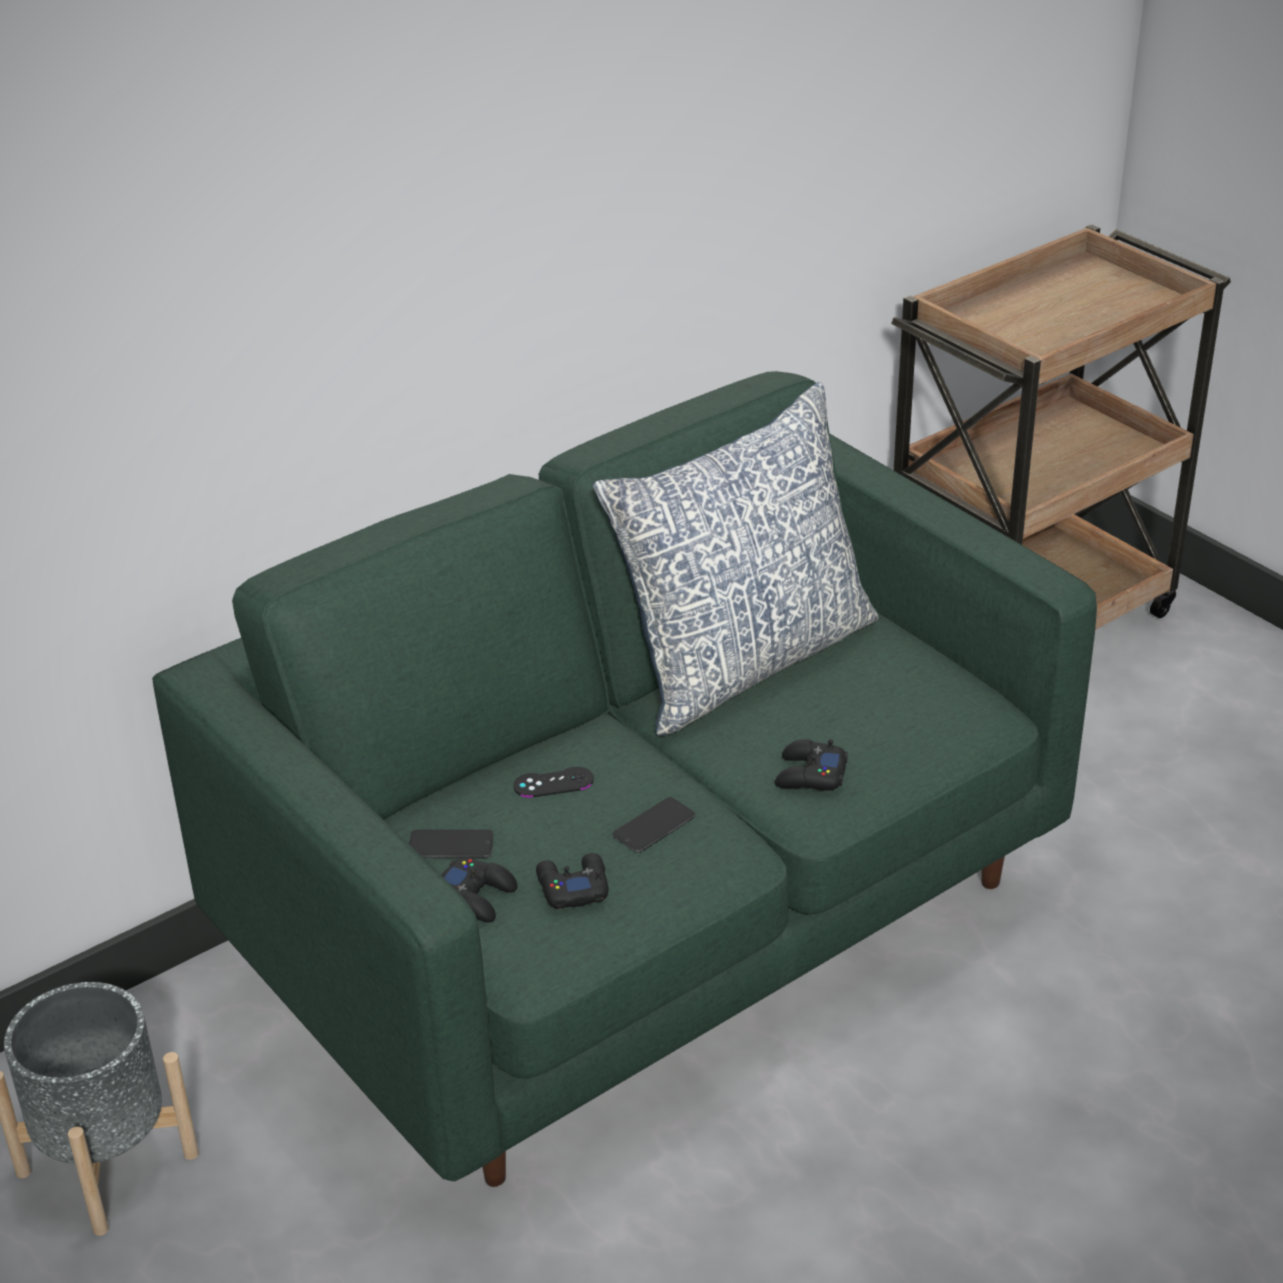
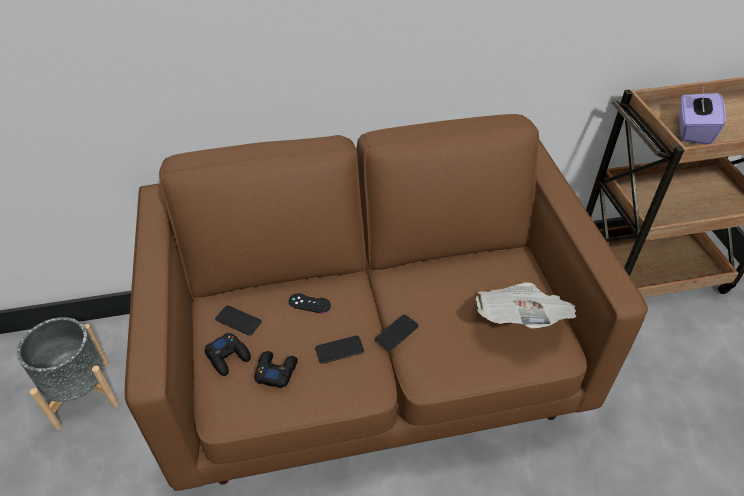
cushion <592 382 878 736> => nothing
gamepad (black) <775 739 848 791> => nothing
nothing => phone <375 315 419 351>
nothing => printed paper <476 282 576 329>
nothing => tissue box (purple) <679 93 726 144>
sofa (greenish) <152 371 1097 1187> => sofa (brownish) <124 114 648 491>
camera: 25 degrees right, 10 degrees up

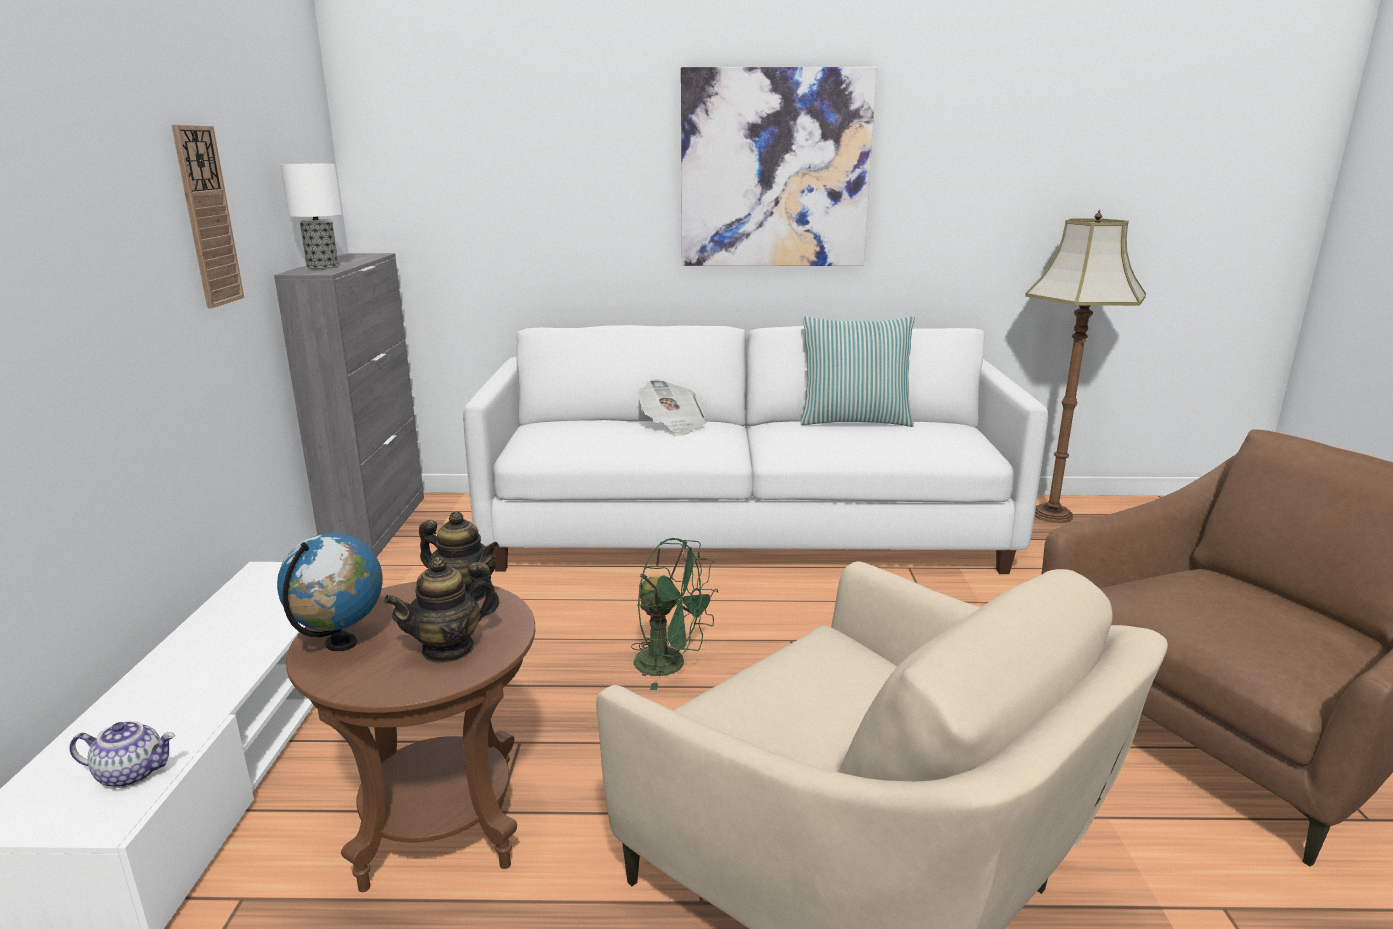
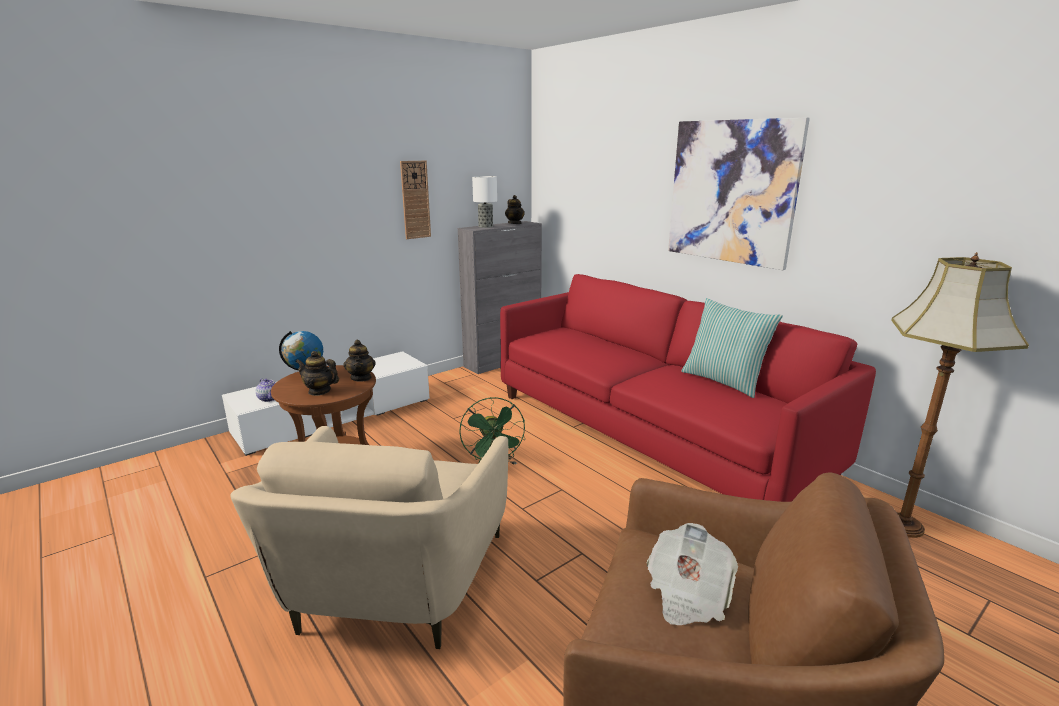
nothing => tea pot <505 195 525 224>
printed paper <638 379 707 436> => printed paper <647 523 738 625>, relocated
sofa (white-coloured) <463 325 1048 574> => sofa (red) <500 274 876 502>
camera: 50 degrees right, 0 degrees up

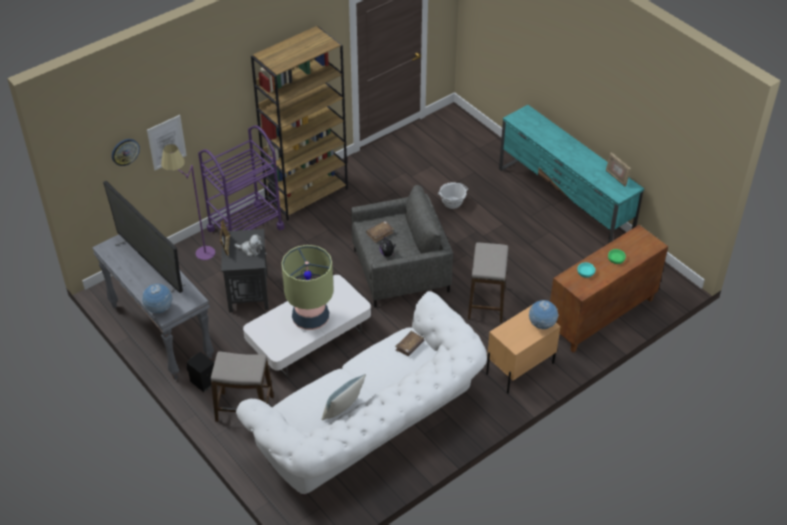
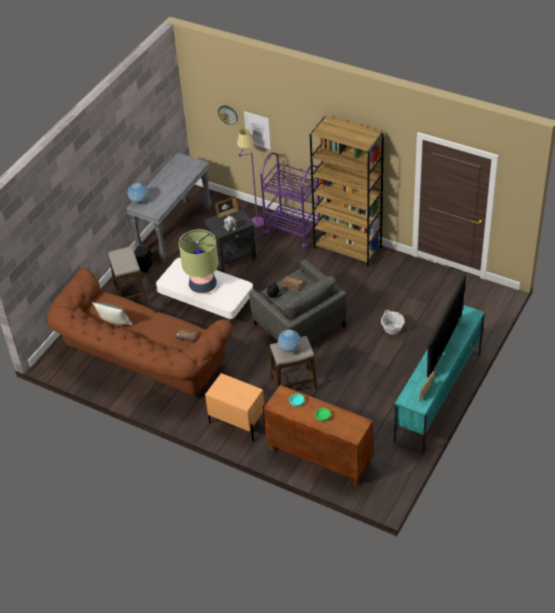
TV <103 181 185 293> => TV <422 274 466 377>, relocated
globe <529 300 559 329> => globe <278 329 301 352>, relocated
sofa (white-coloured) <236 291 487 496> => sofa (brownish) <47 268 233 398>
camera: 70 degrees right, 0 degrees up

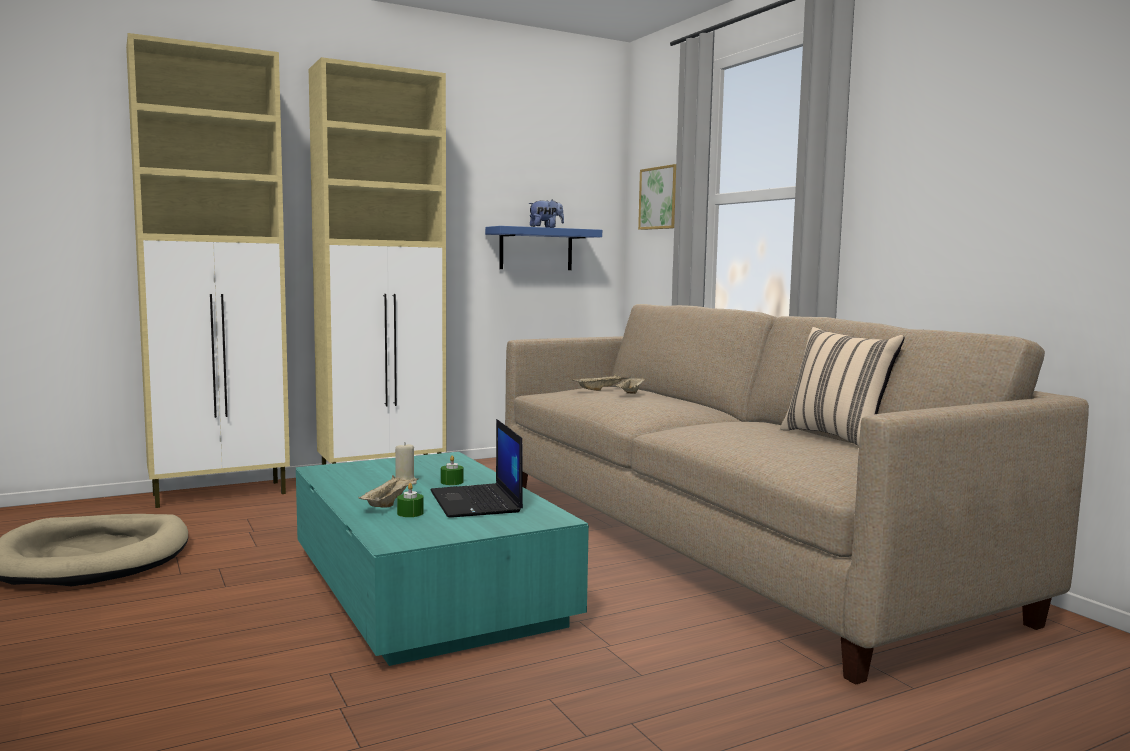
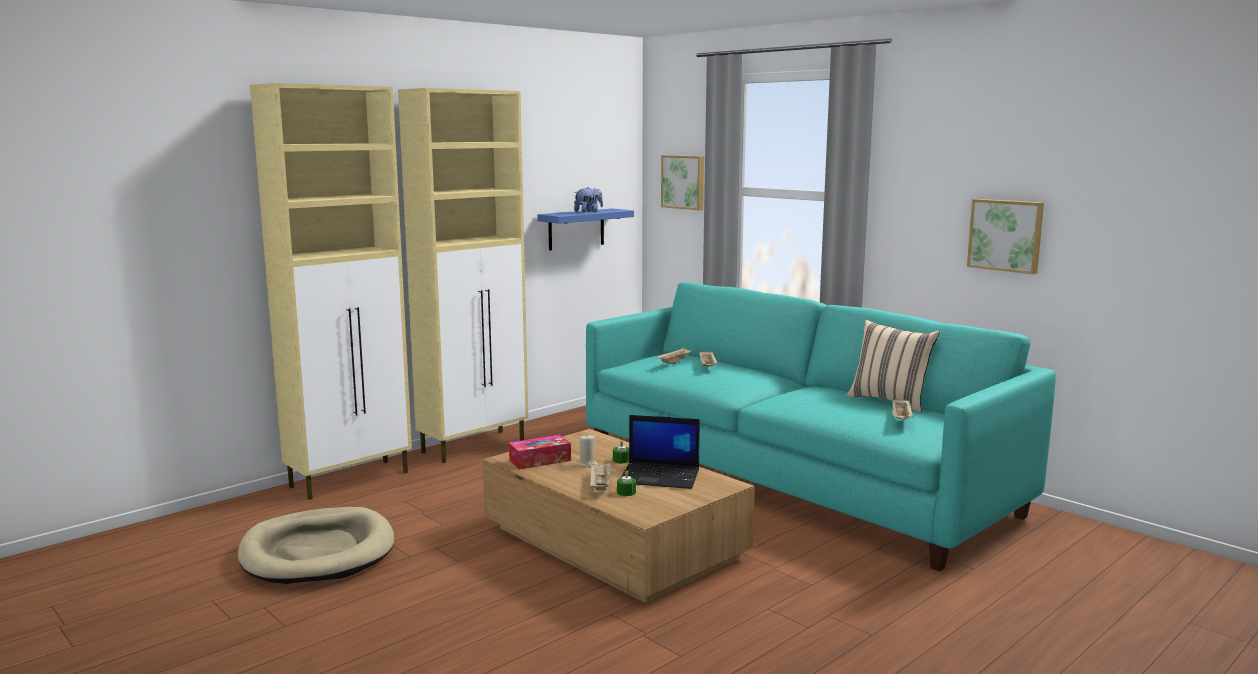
nothing => tissue box <509 435 571 470>
nothing => carrying tray (sand-coloured) <893 398 914 419>
nothing => wall art <967 199 1044 274>
coffee table (blue-green) <295 452 589 666> => coffee table (brownish) <482 429 755 603>
sofa (sand-coloured) <505 304 1089 685> => sofa (blue-green) <586 282 1056 572>
portable computer <430 419 523 518> => portable computer <621 415 700 489>, 45 degrees counterclockwise
camera: 15 degrees left, 5 degrees up

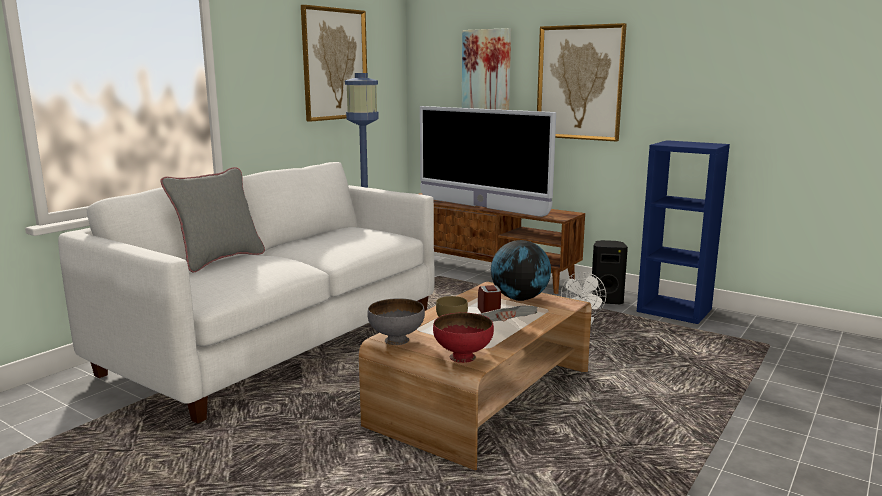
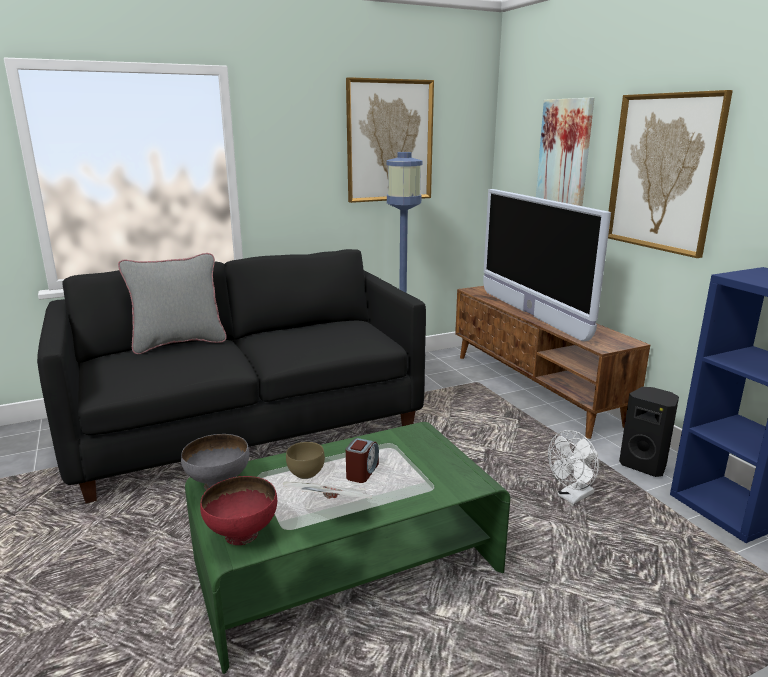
globe <491 240 551 301> => nothing
sofa (white-coloured) <58 162 435 424> => sofa (black) <37 249 426 503>
coffee table (brownish) <359 282 591 470> => coffee table (greenish) <185 422 510 674>
camera: 30 degrees right, 5 degrees up

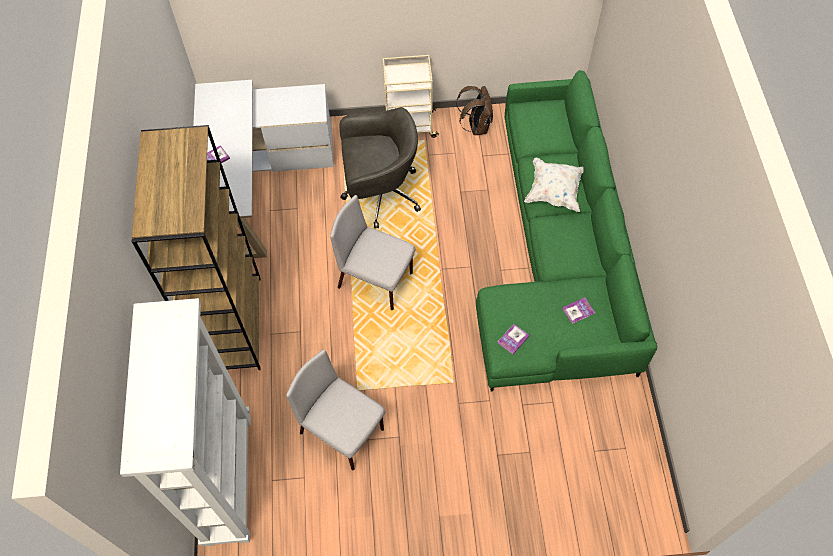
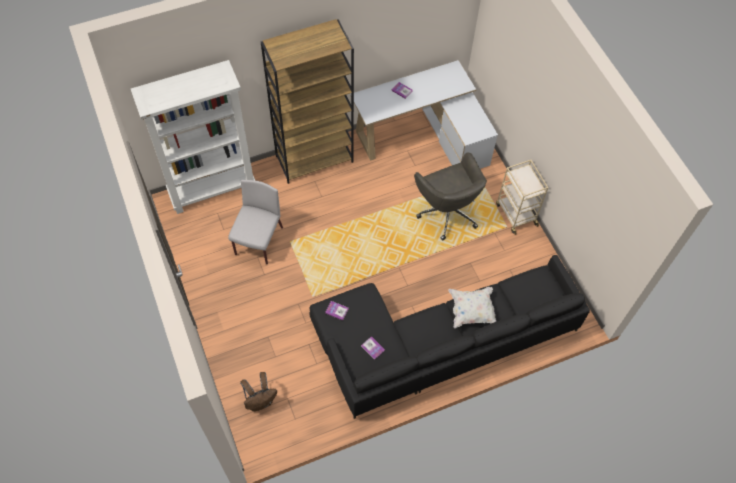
plain chair (greyish) <330 195 415 310> => nothing
backpack (brownish) <456 86 493 135> => backpack (brownish) <240 372 277 411>, relocated
sofa (greenish) <476 70 657 392> => sofa (black) <309 255 590 419>
camera: 70 degrees right, 0 degrees up

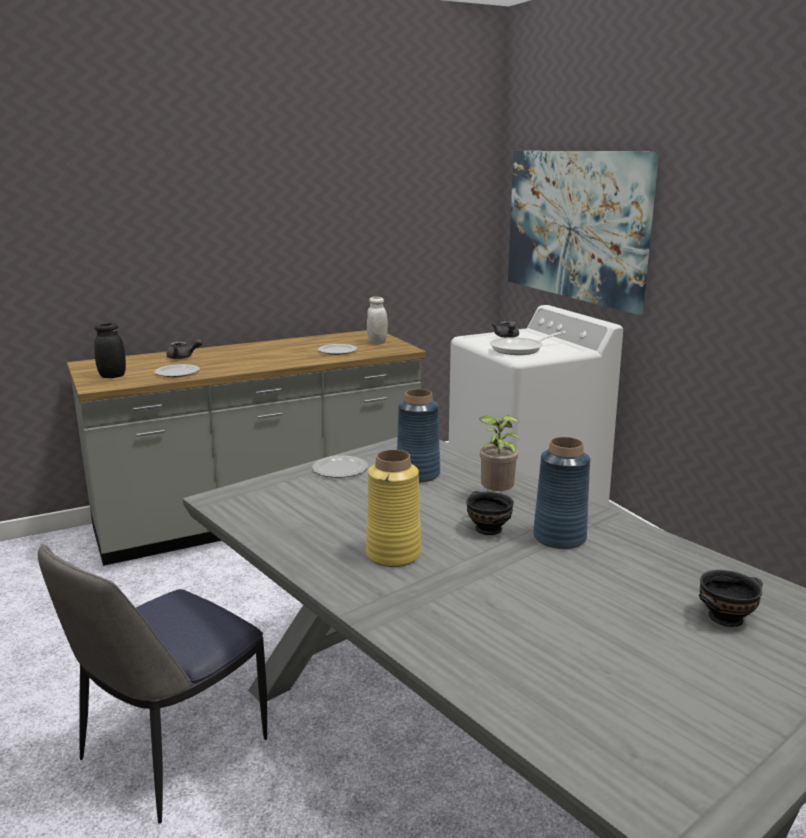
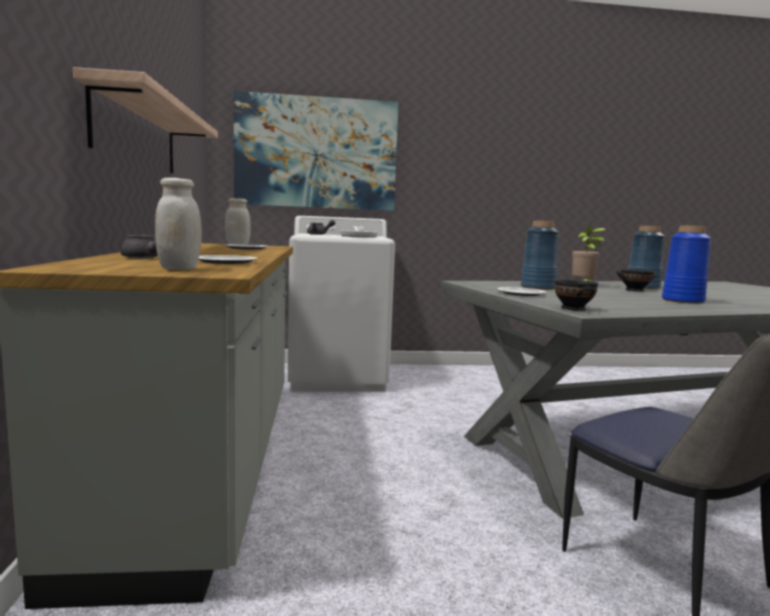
nothing => bracket shelf <73 67 218 173>
bowl (black) <699 570 763 627> => bowl (black) <554 279 598 311>, relocated
storage jar (black) <94 323 126 378> => storage jar (white-coloured) <155 178 202 270>
flower vase (yellow) <366 450 421 567> => flower vase (blue) <662 225 711 304>
camera: 70 degrees left, 10 degrees down

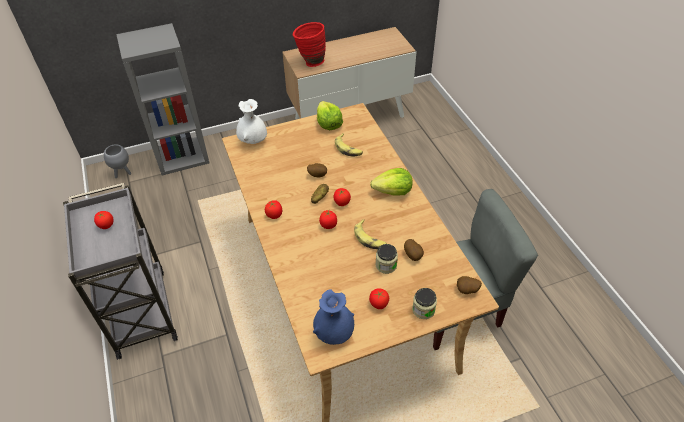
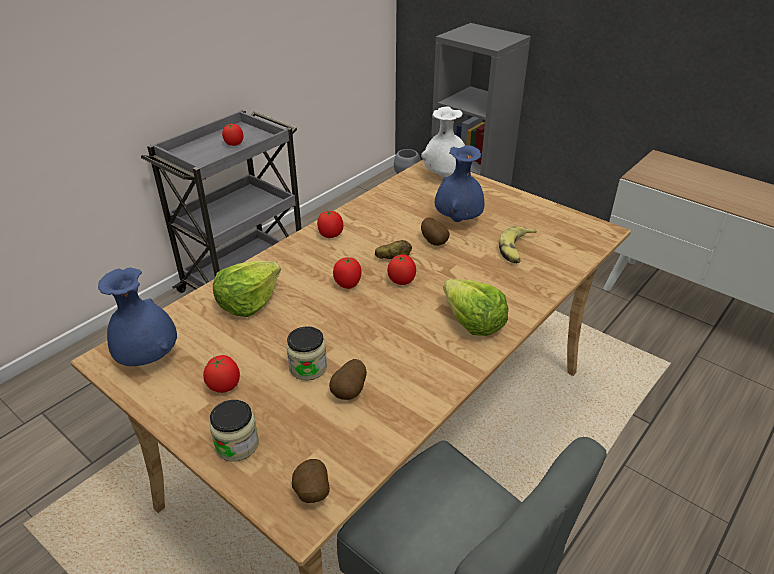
flower vase (red) <293 22 326 67> => nothing
banana <354 219 387 249> => nothing
nothing => flower vase (blue) <434 145 485 222>
head of lettuce <317 101 343 130> => head of lettuce <213 261 281 317>, relocated
camera: 60 degrees right, 10 degrees down

